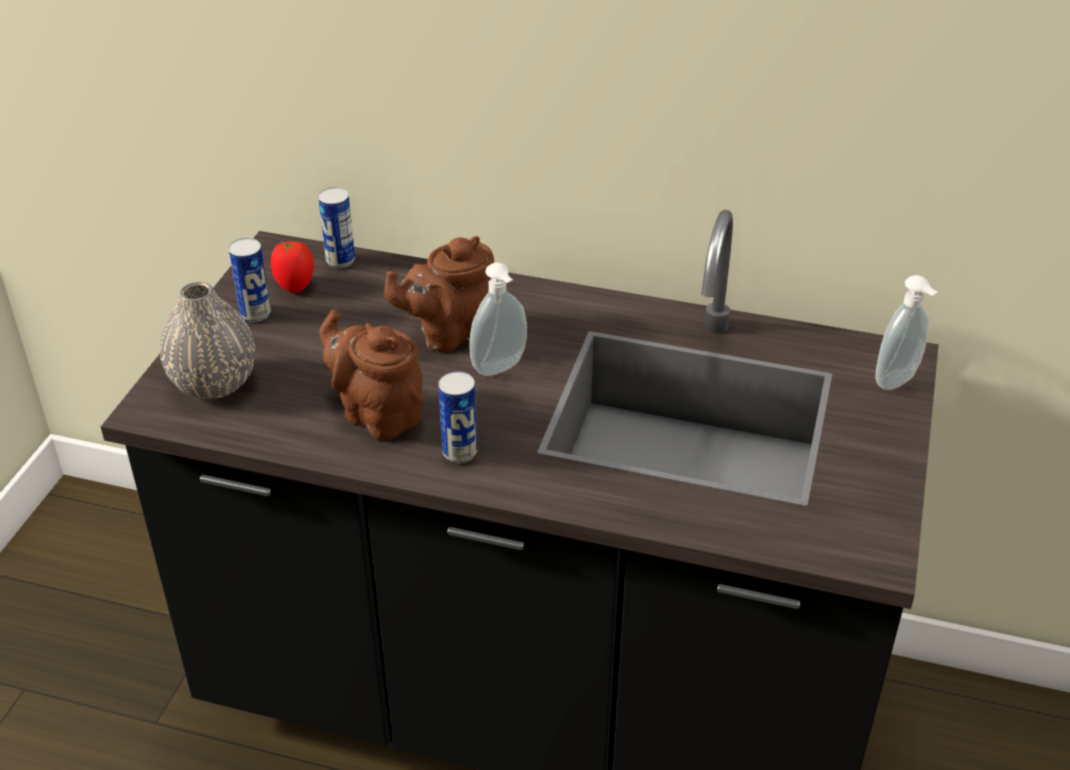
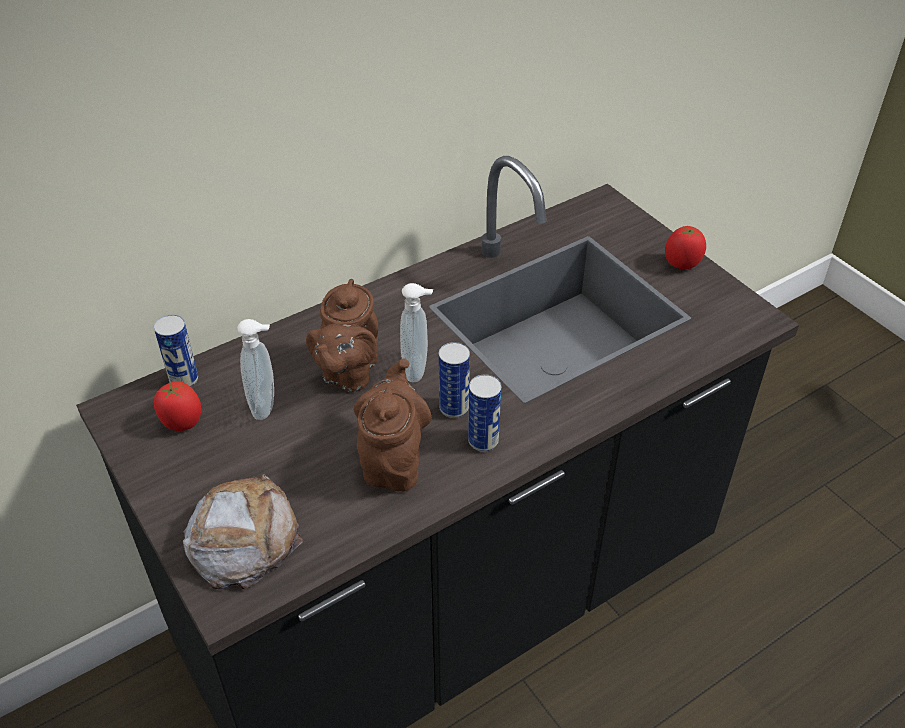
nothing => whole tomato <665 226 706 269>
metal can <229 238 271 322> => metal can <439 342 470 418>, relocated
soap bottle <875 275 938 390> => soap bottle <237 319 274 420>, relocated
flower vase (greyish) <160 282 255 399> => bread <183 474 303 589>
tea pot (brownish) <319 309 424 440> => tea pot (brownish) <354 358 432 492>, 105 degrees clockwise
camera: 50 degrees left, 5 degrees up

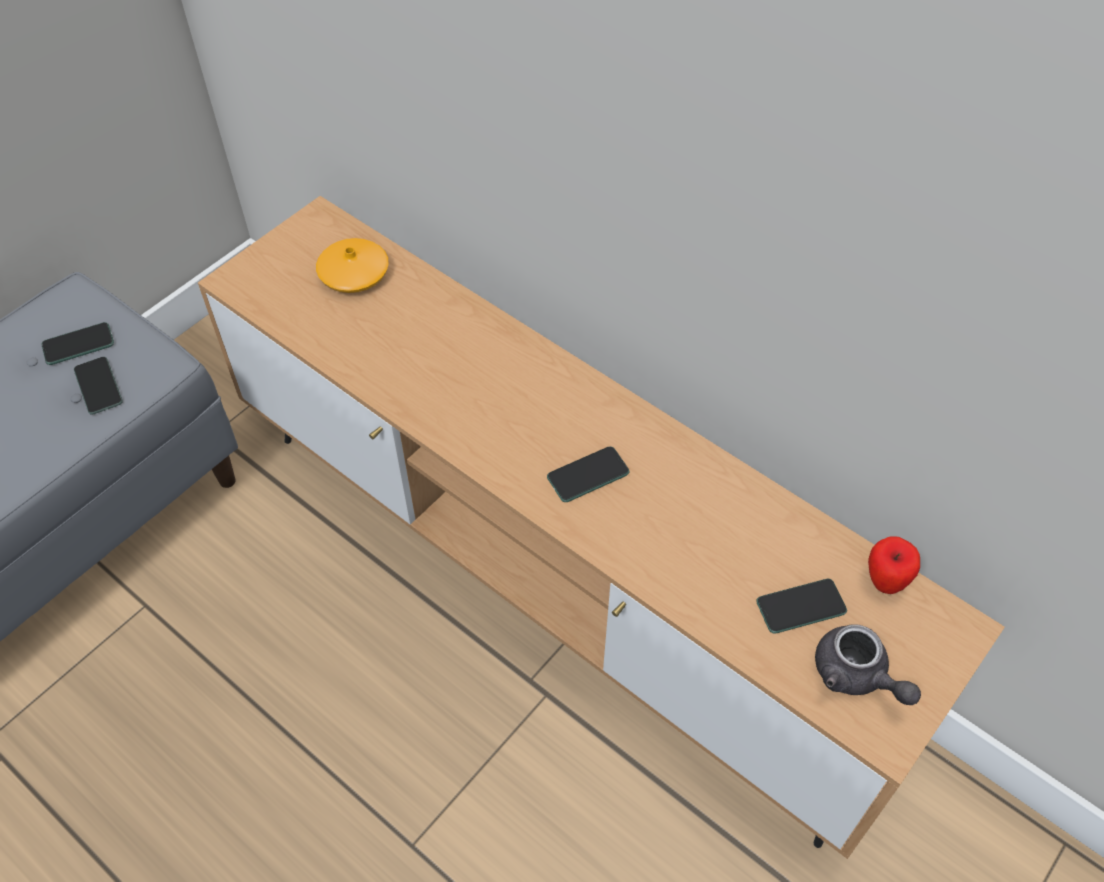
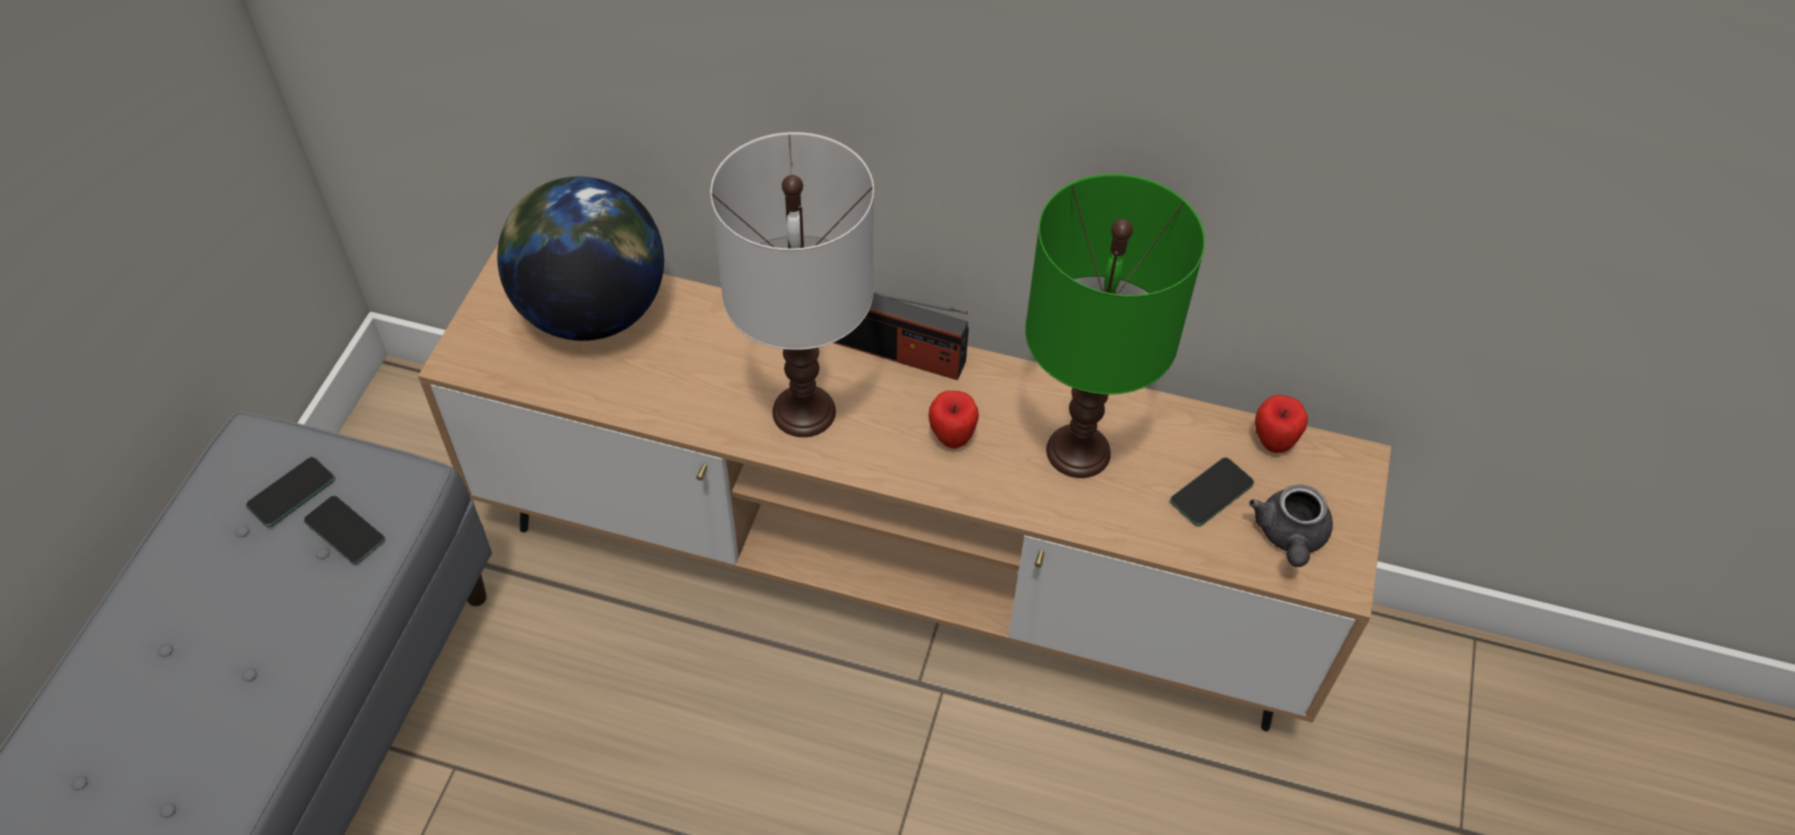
nothing => lamp for a table (white-coloured) <710 132 874 437>
nothing => radio set <833 292 969 380>
nothing => lamp for a table (greenish) <1025 174 1205 478>
flower vase (orange) <316 238 389 293> => globe <497 176 664 341>
phone <547 446 630 502> => whole apple <928 391 979 448>
tea pot (greyish) <815 624 921 705> => tea pot (greyish) <1249 484 1333 567>, 75 degrees clockwise
camera: 25 degrees left, 0 degrees up

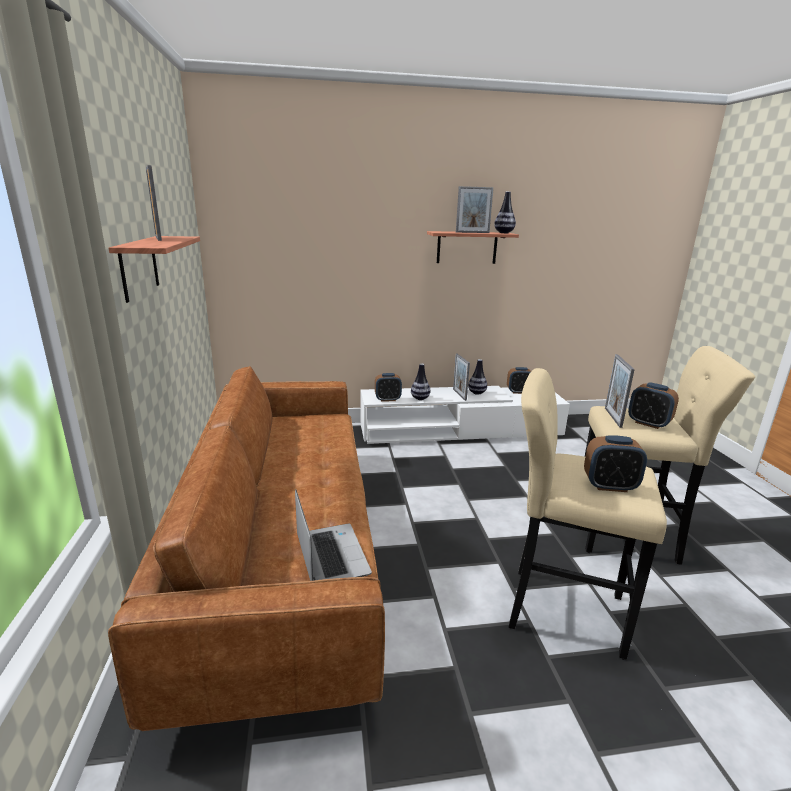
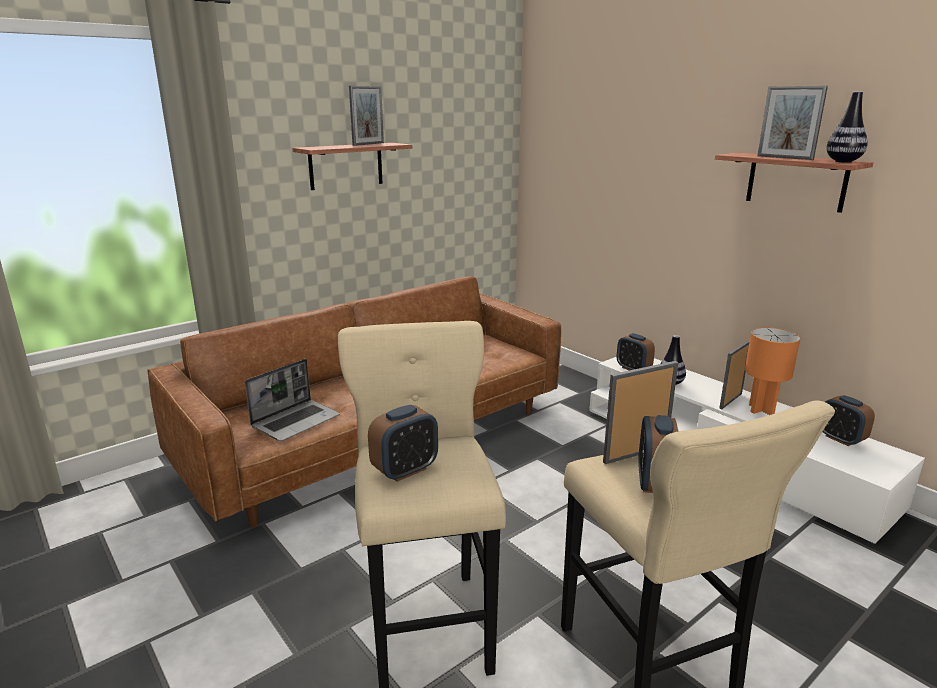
flower vase <468 359 487 395> => lamp for a table (orange) <745 327 800 415>
table clock <584 435 647 492> => table clock <368 405 438 482>, 105 degrees counterclockwise
camera: 60 degrees right, 0 degrees up

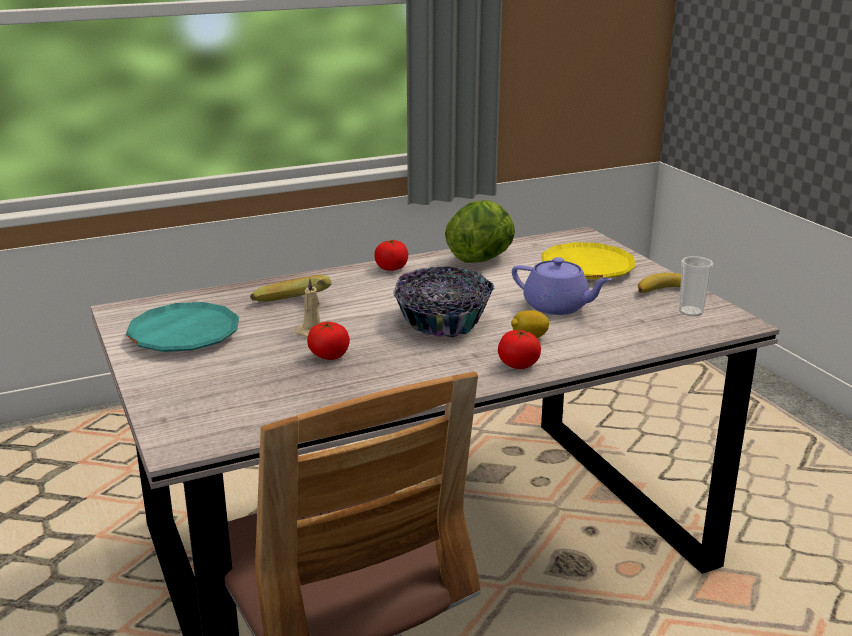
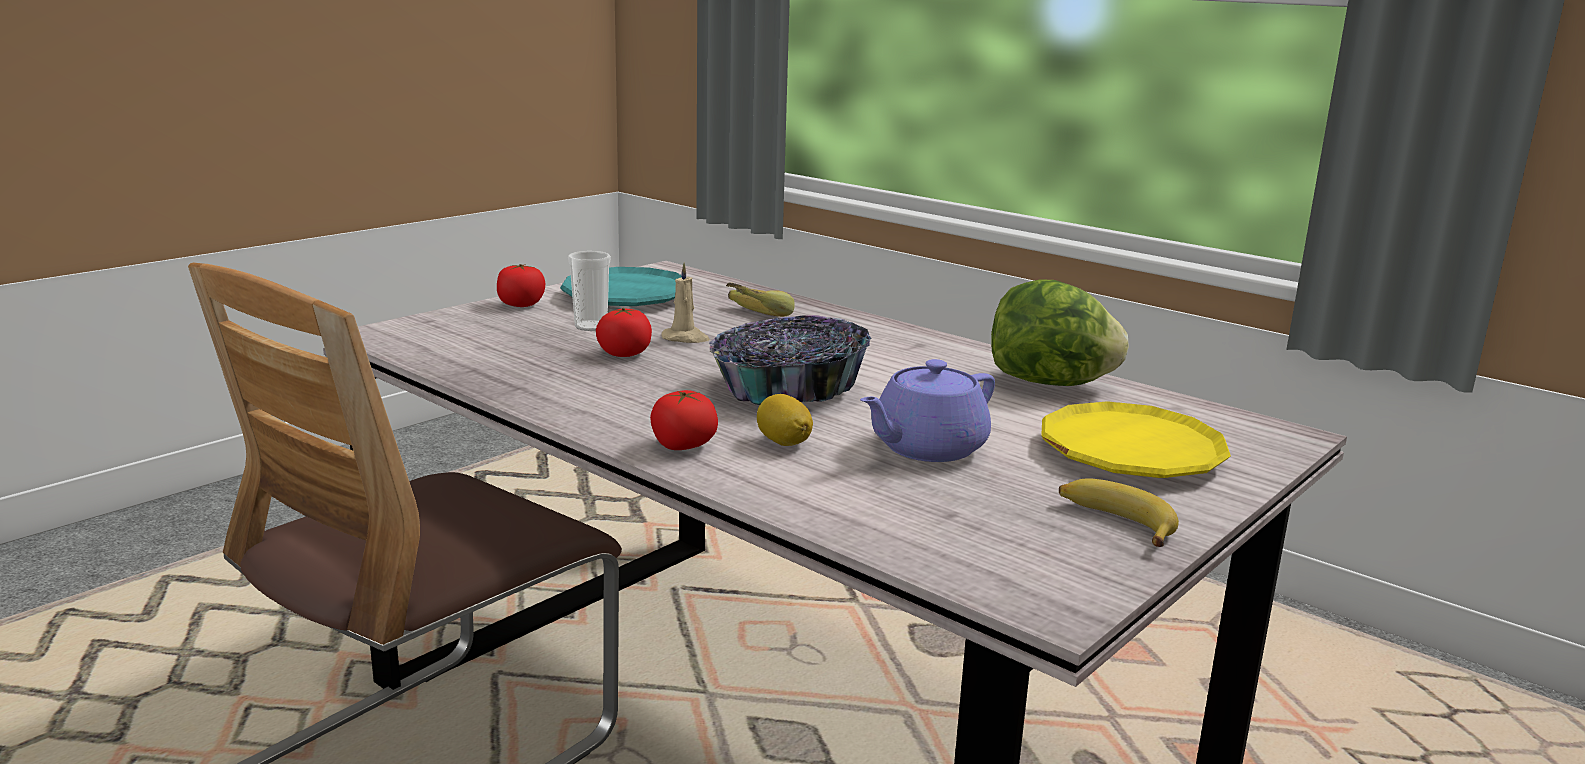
whole tomato <375 240 408 271> => whole tomato <497 264 545 307>, relocated
drinking cup <679 256 713 316> => drinking cup <568 251 611 331>, relocated
tea pot (purple) <512 257 612 315> => tea pot (purple) <860 359 995 462>, 45 degrees clockwise
camera: 65 degrees right, 5 degrees down

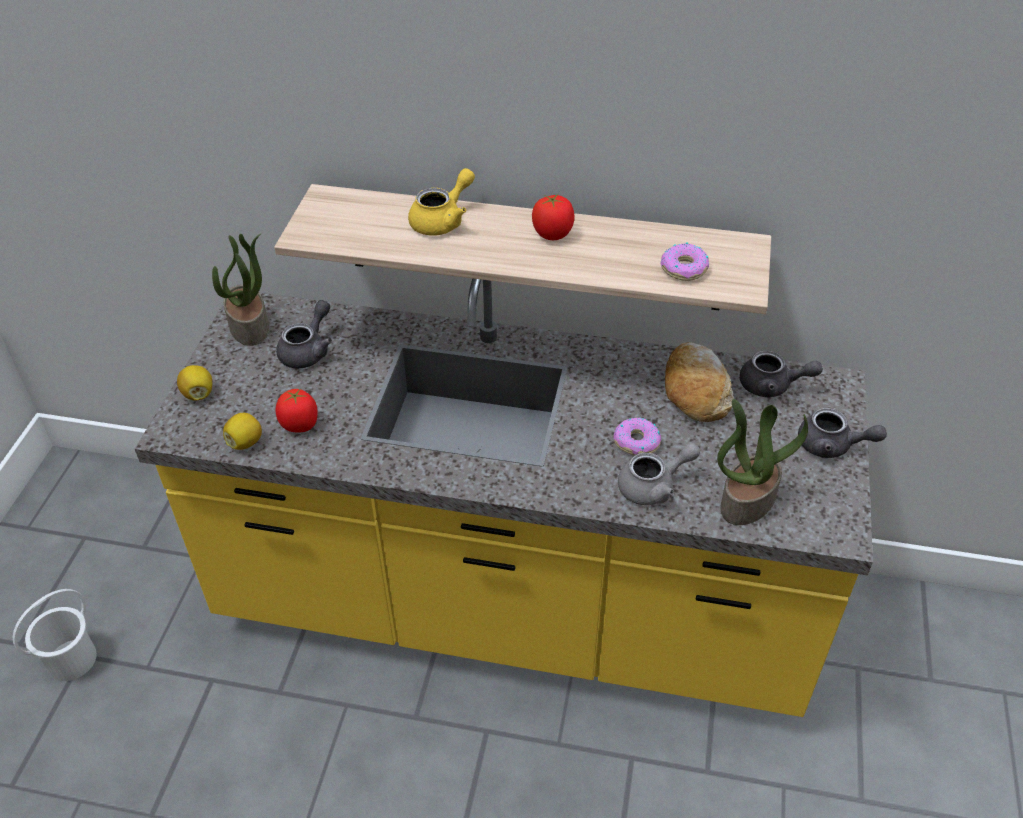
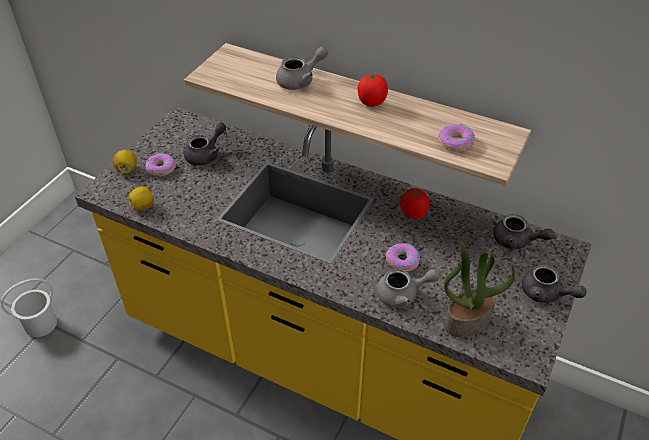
houseplant <212 233 269 346> => nothing
bread <665 342 734 422> => nothing
nothing => ring doughnut <145 153 176 176>
whole tomato <276 388 318 432> => whole tomato <400 188 429 219>, relocated
tea pot (yellow) <408 168 475 236> => tea pot (greyish) <276 47 328 90>
camera: 15 degrees right, 0 degrees up

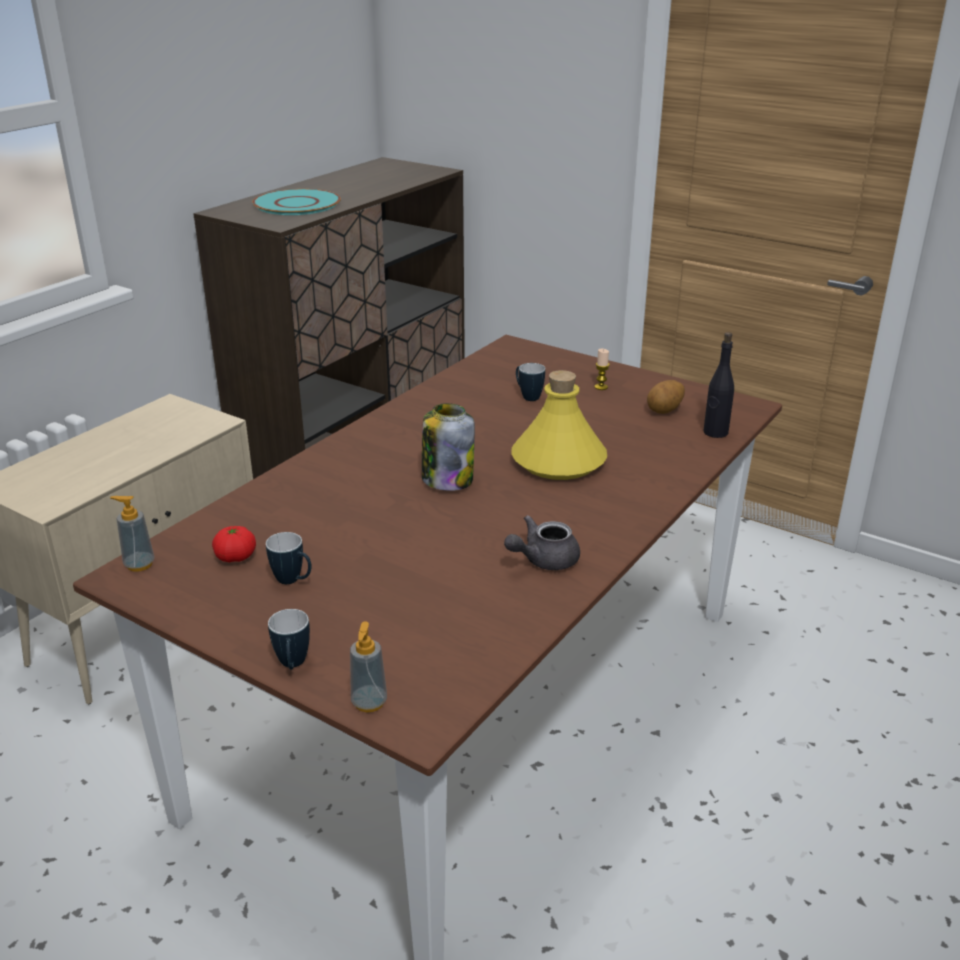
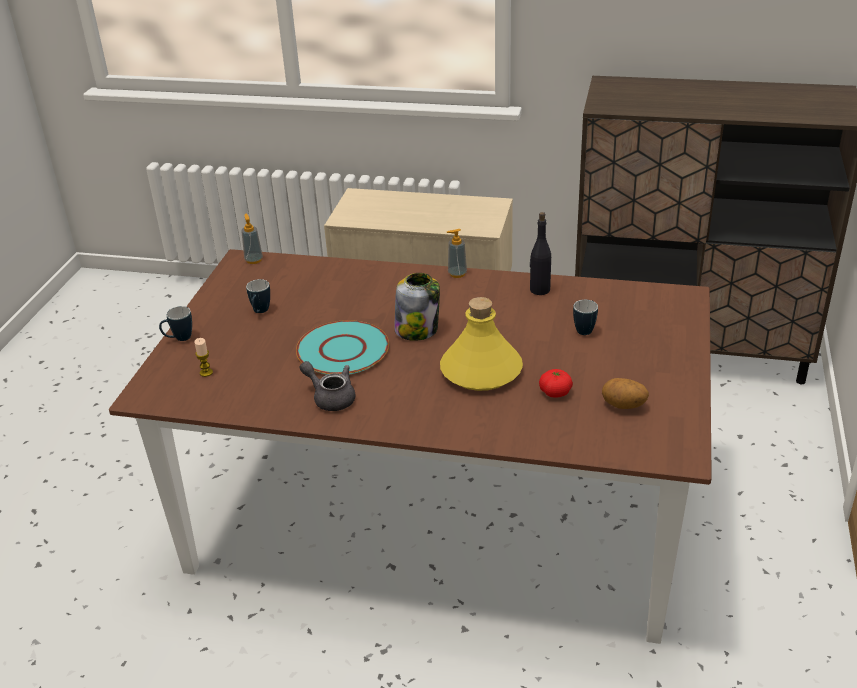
whole tomato <212 526 256 562> => whole tomato <539 369 573 398>, relocated
flat dish (blue-green) <252 189 341 215> => flat dish (blue-green) <296 320 389 375>, relocated
soap bottle <350 621 387 712> => soap bottle <447 229 467 278>, relocated
candle <594 349 610 390> => candle <194 338 213 377>, relocated
beverage bottle (black) <704 332 734 438> => beverage bottle (black) <530 212 551 295>, relocated
camera: 70 degrees right, 5 degrees up

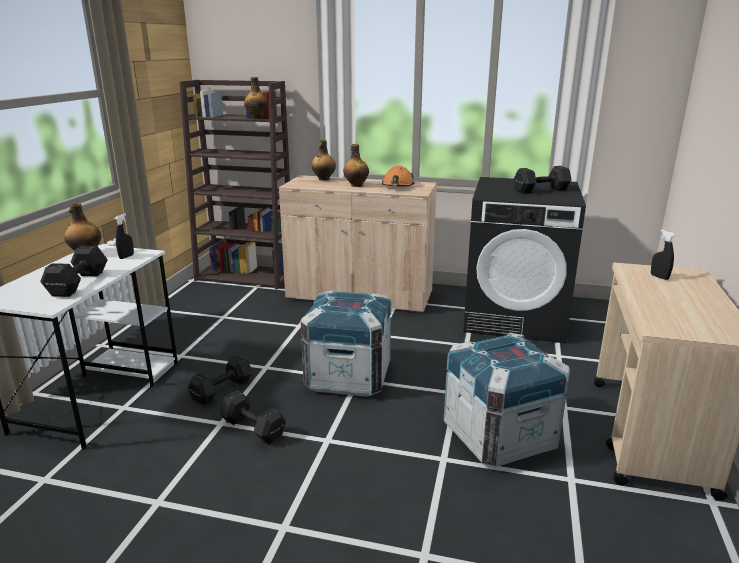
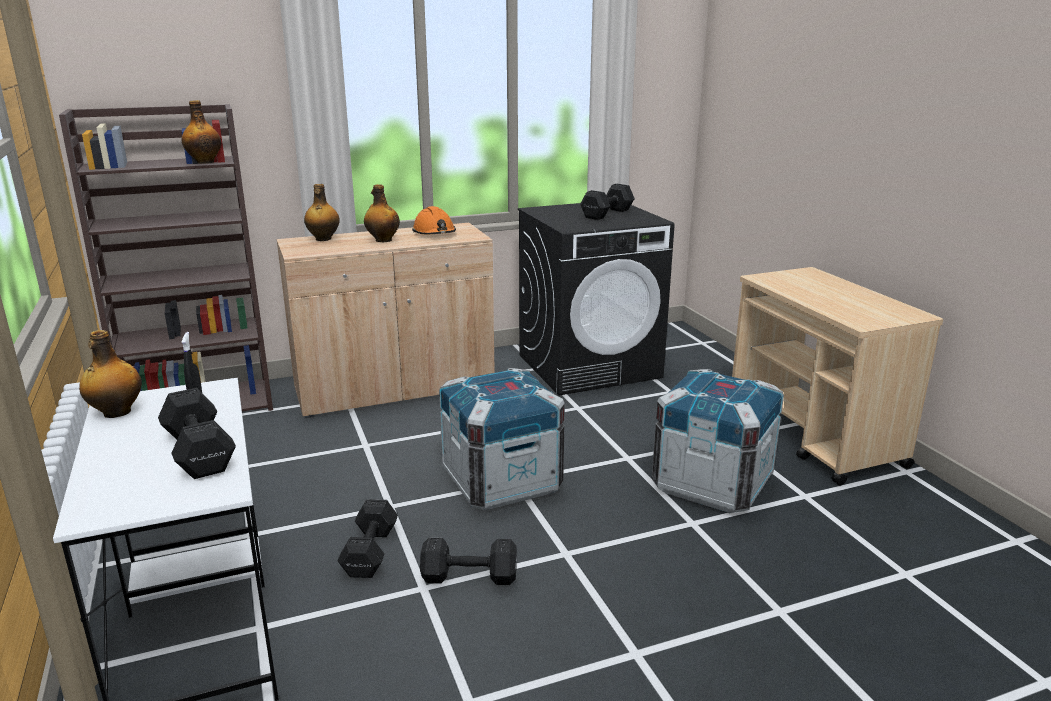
hand sprayer (black) <651 229 675 280> => nothing
camera: 35 degrees left, 0 degrees up

